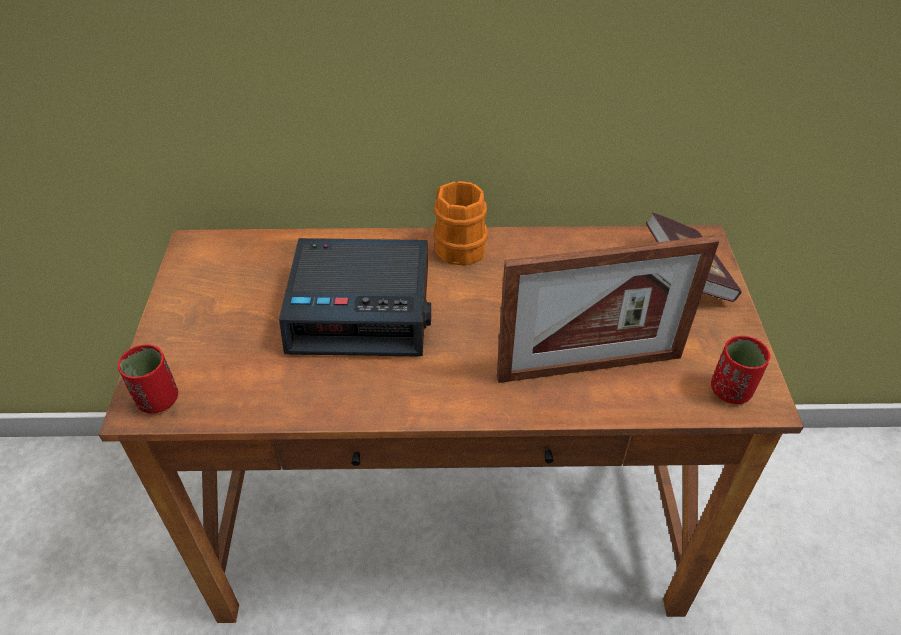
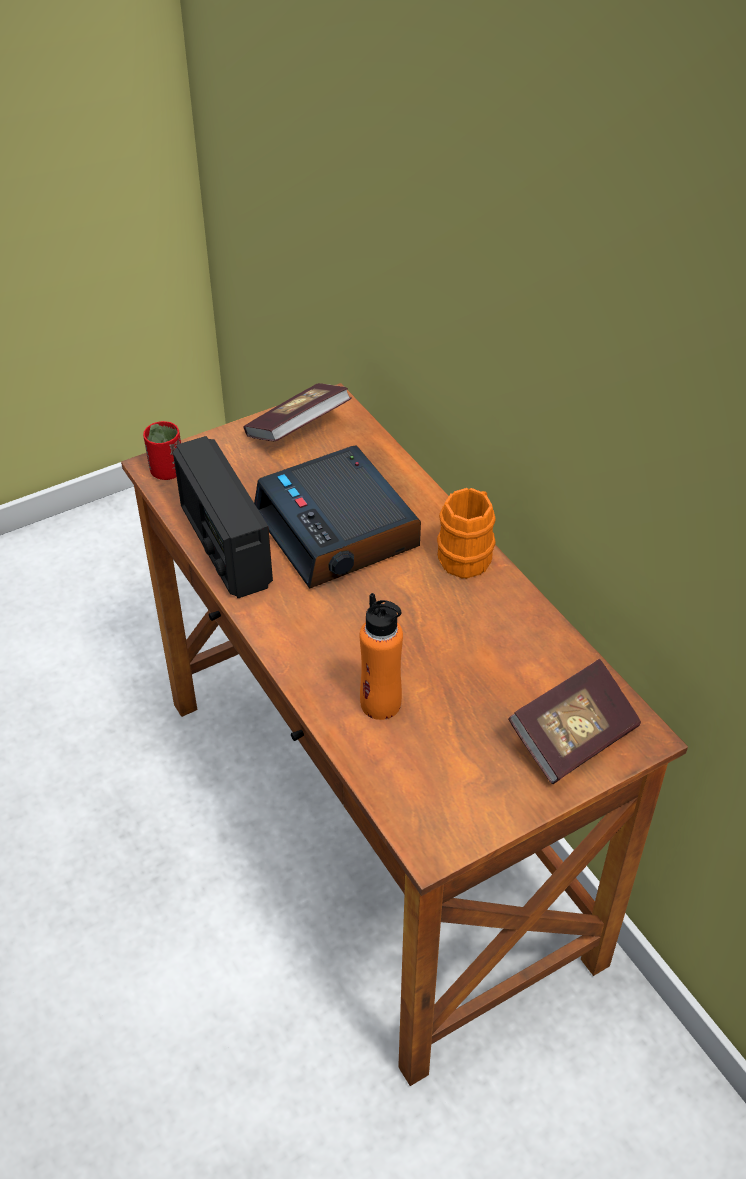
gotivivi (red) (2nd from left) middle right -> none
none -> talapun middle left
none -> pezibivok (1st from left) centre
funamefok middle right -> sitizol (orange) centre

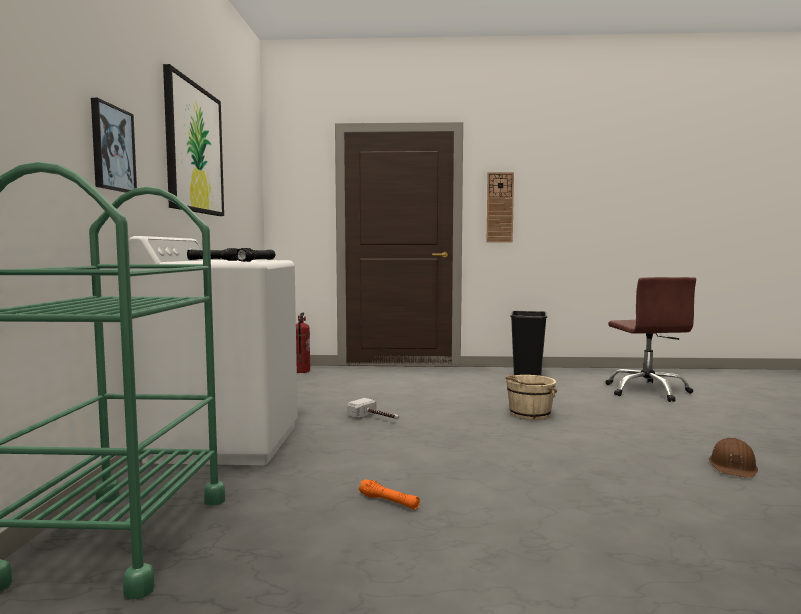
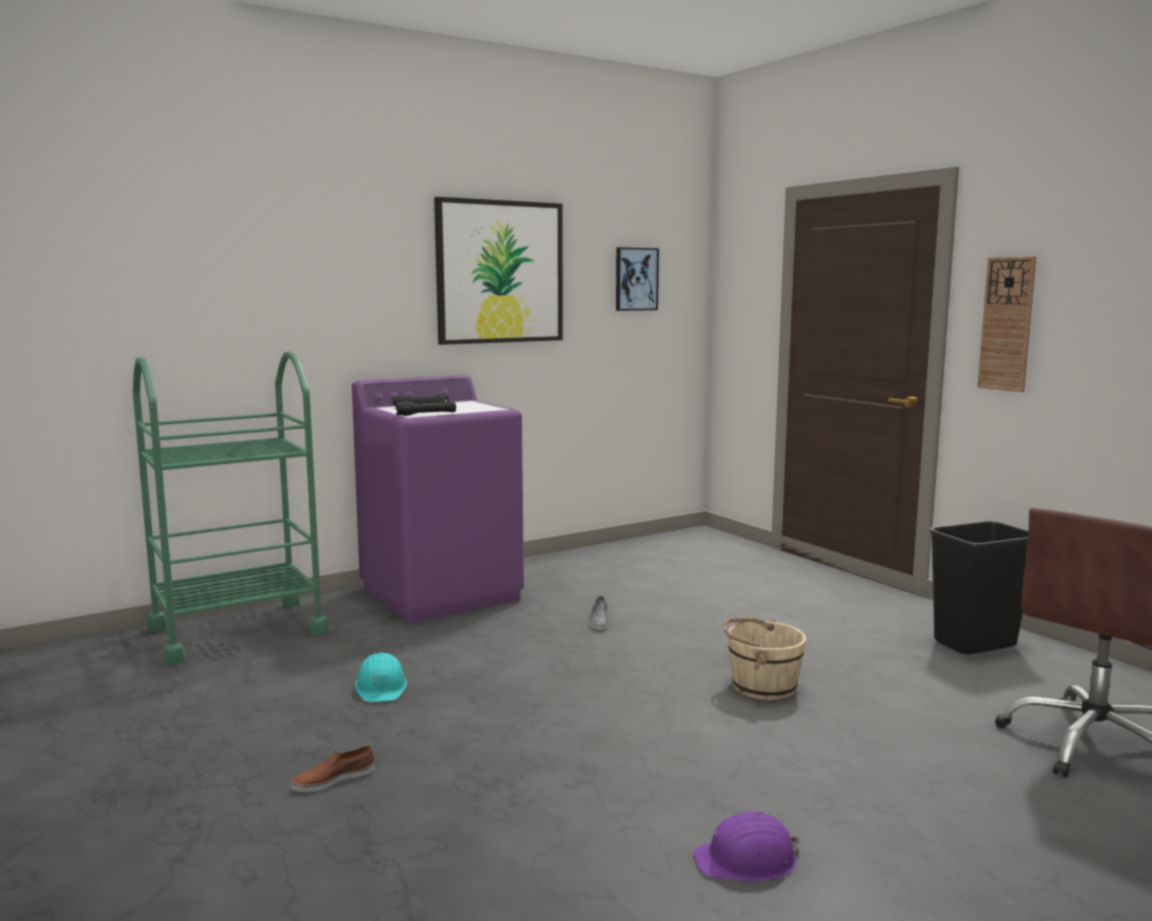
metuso centre -> none
none -> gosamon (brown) bottom left
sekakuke (1st from left in the first image) top left -> sekakuke (2nd from left) top centre, moved
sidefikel centre -> gosamon (grey) centre
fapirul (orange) bottom centre -> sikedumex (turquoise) bottom left
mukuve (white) middle left -> mukuve (purple) centre
sikedumex (brown) bottom right -> sikedumex (purple) bottom centre

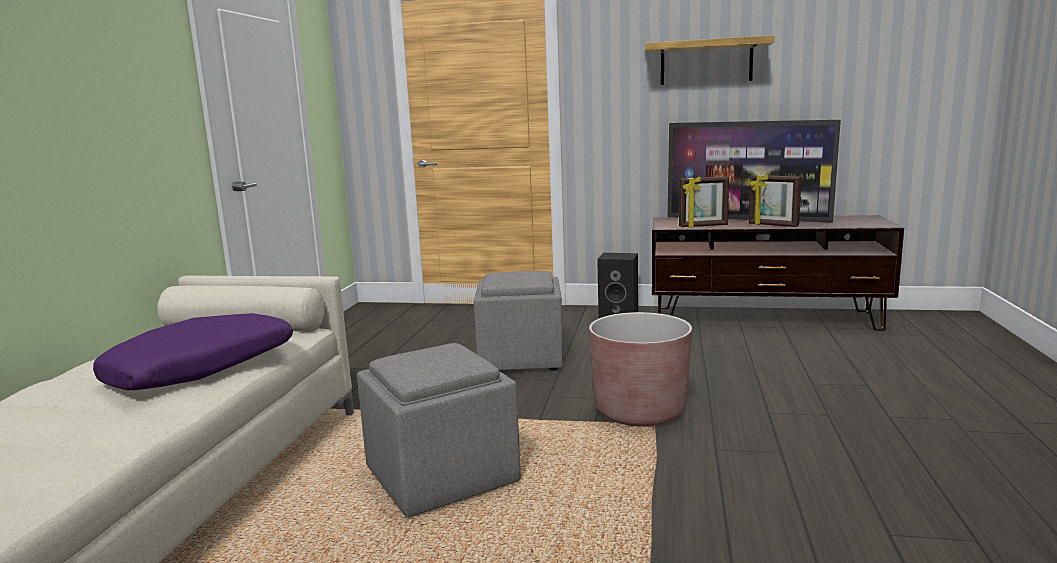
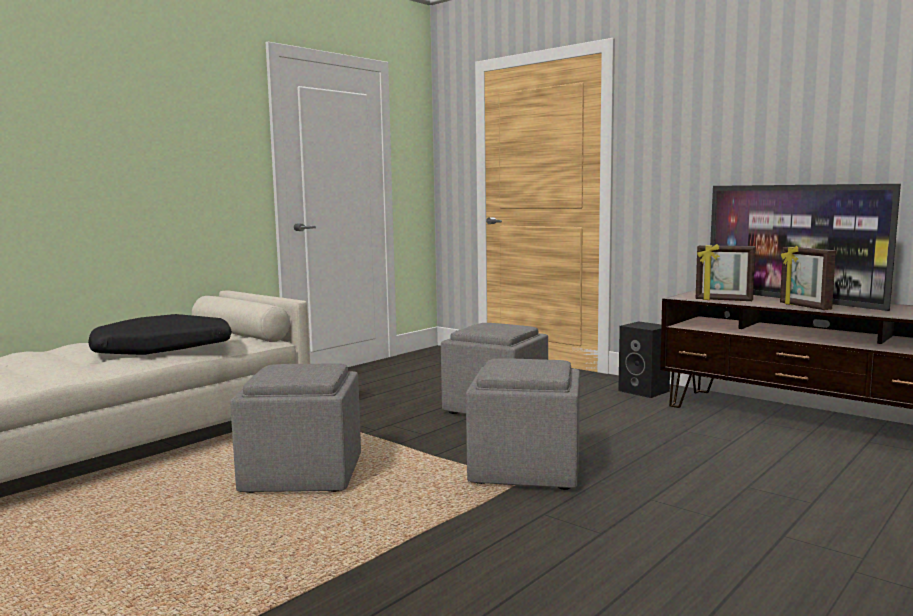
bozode top right -> none
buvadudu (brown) centre -> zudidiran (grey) (3rd from left) bottom centre
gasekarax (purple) middle left -> gasekarax (black) middle left

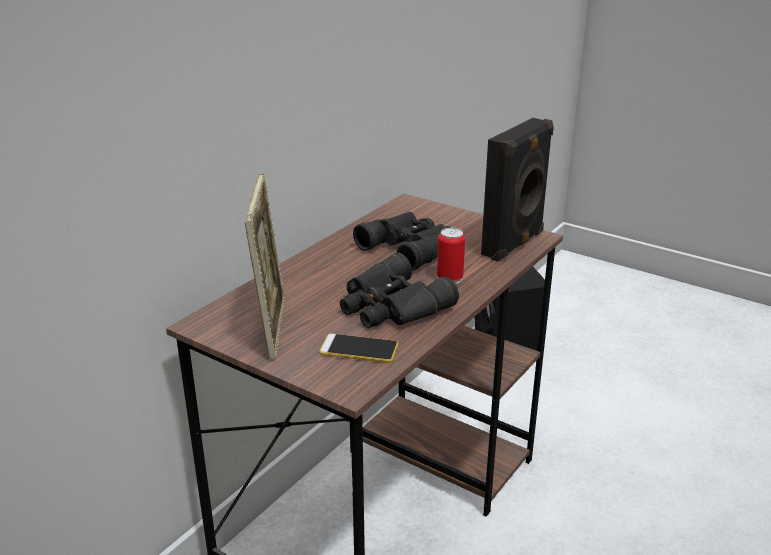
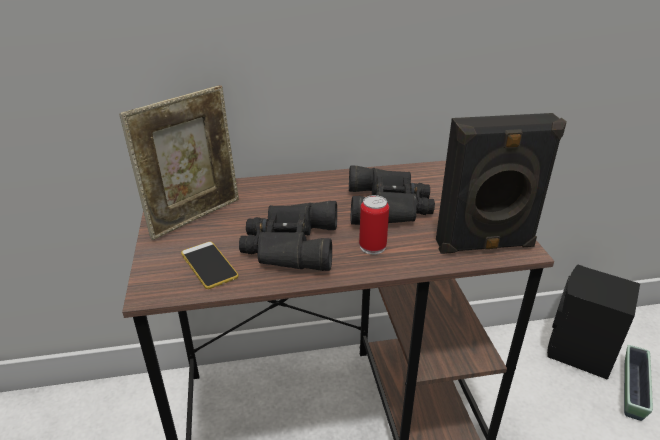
none -> buvadudu bottom right

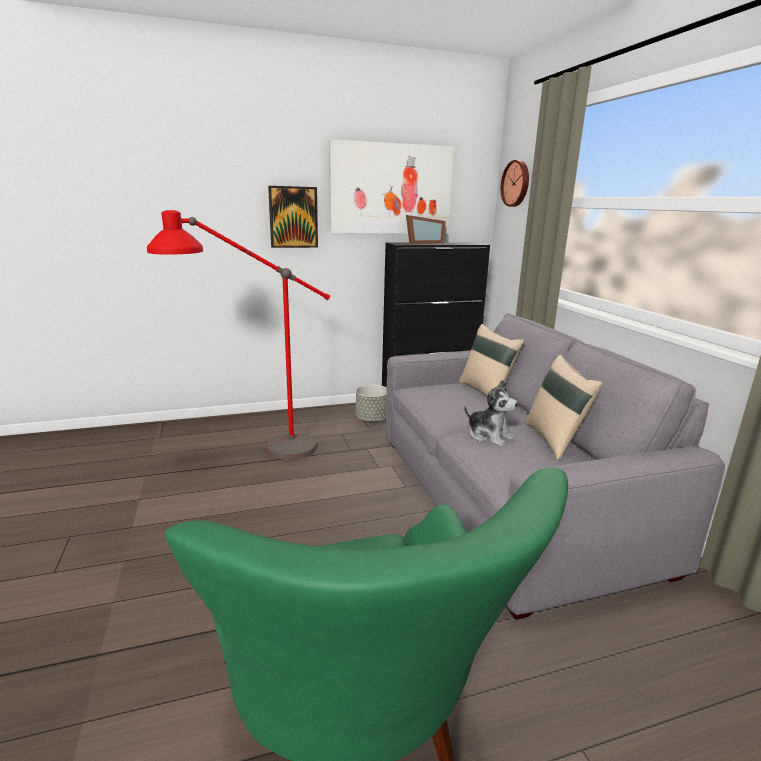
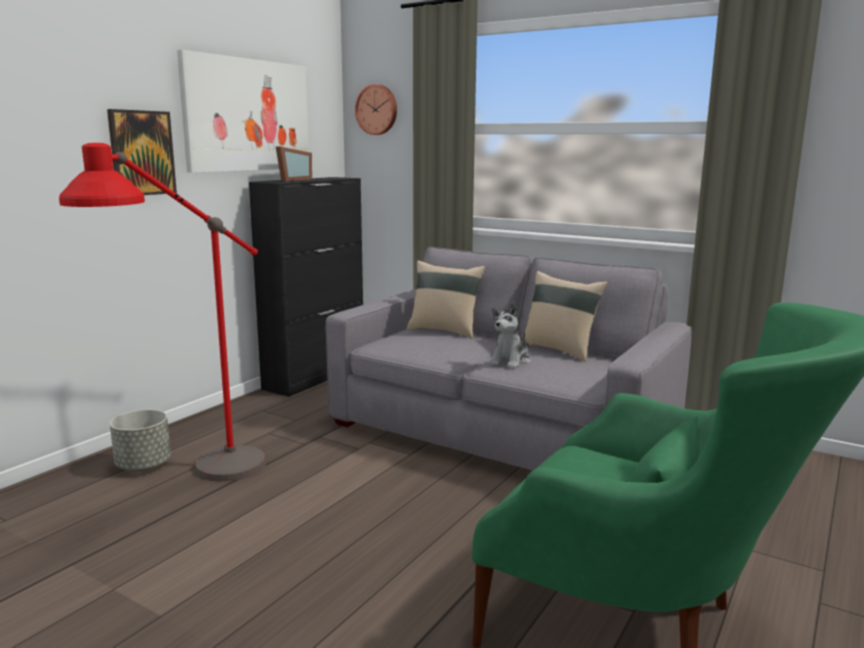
buvadudu (grey) centre -> buvadudu (grey) bottom left, moved
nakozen centre, 120 degrees clockwise

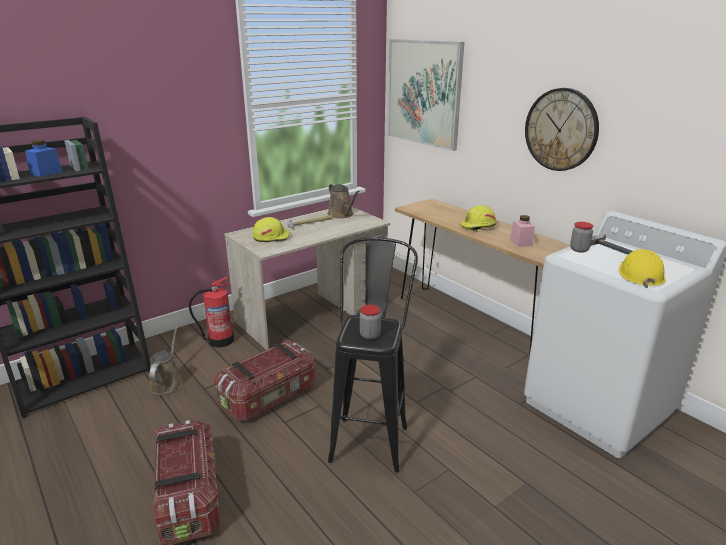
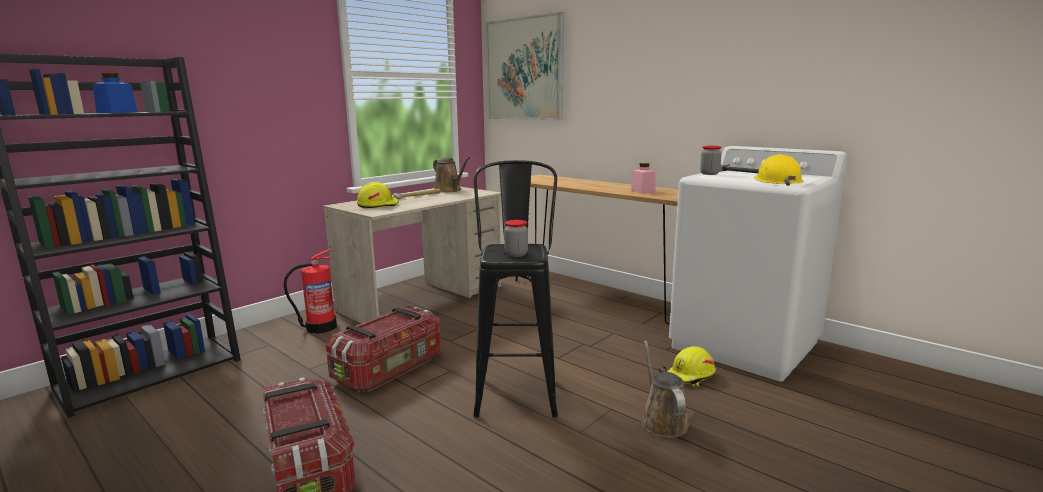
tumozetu top right -> none
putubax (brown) (1st from left in the first image) middle left -> putubax (brown) (2nd from left) bottom centre, moved
sikedumex (yellow) (2nd from left) centre -> sikedumex (yellow) (2nd from left) bottom centre, moved

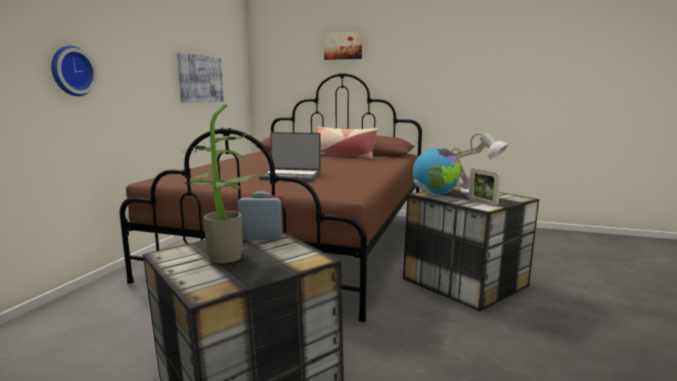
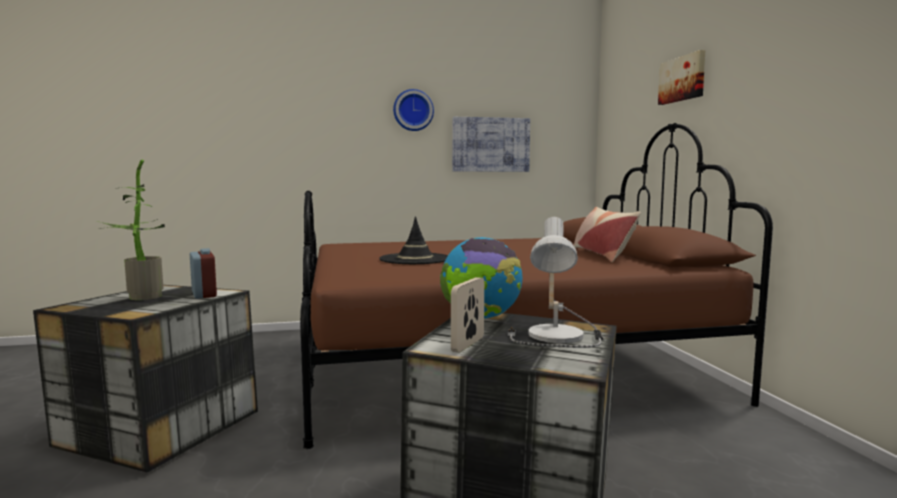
tumozetu top left -> tumozetu top centre, moved
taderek centre -> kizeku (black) centre

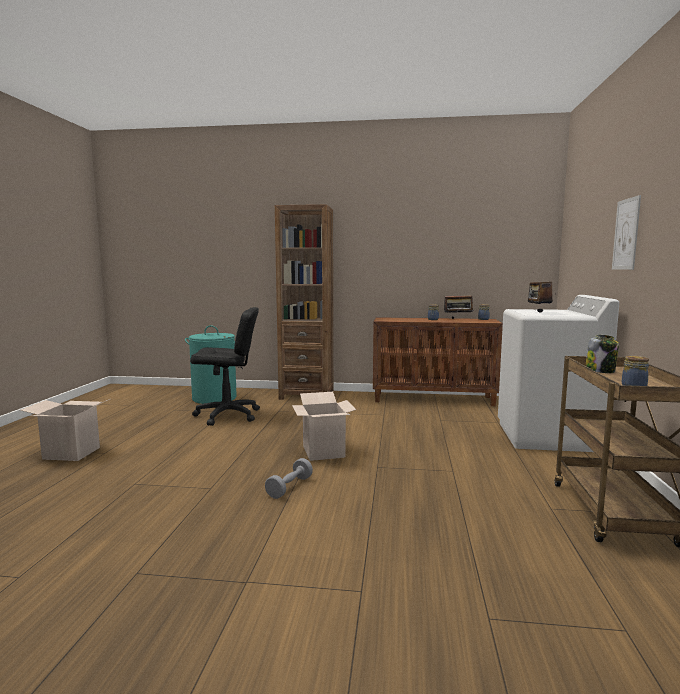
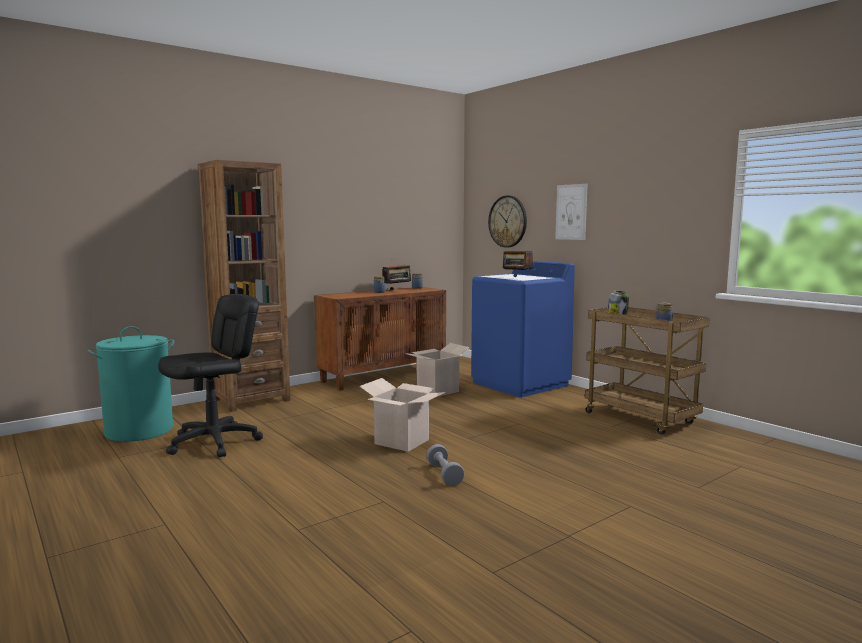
none -> tumozetu centre
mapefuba (1st from left in the first image) middle left -> mapefuba (2nd from left) centre, moved
mukuve (white) middle right -> mukuve (blue) centre

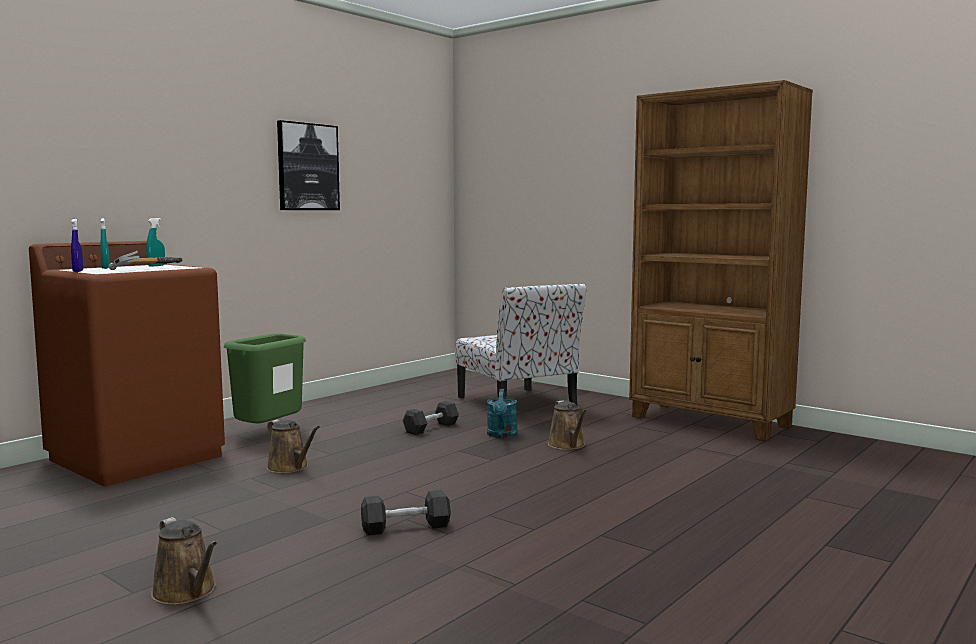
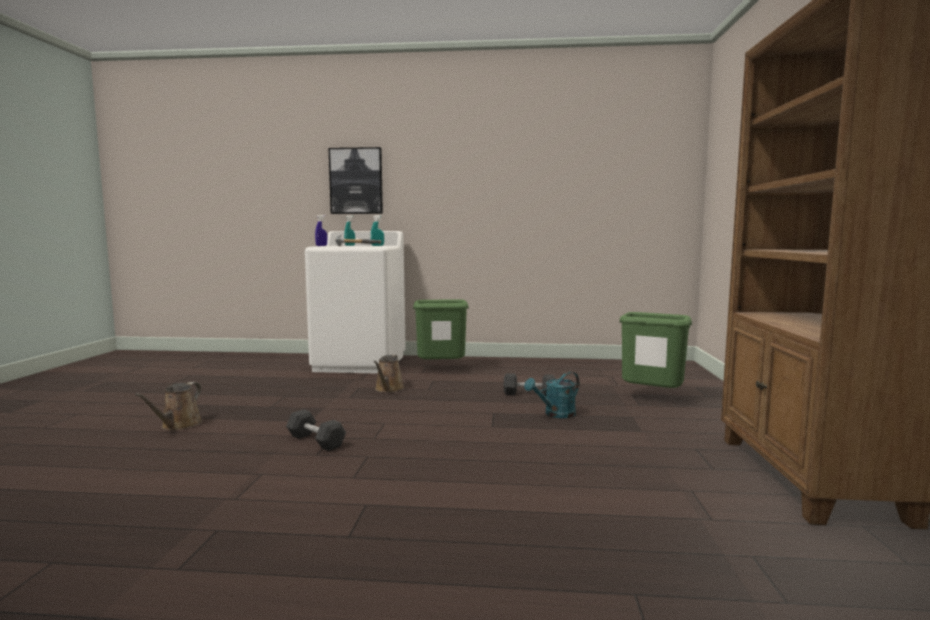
putubax (brown) (3rd from left) centre -> none
sekakuke top left -> sekakuke top centre, moved
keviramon centre -> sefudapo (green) (2nd from left) middle right
mukuve (brown) middle left -> mukuve (white) centre

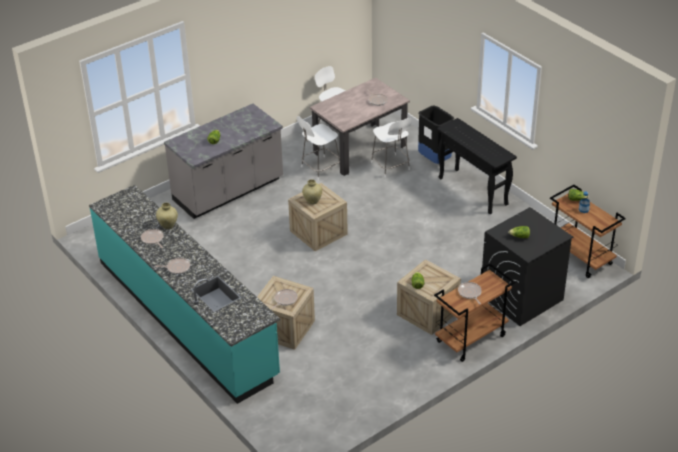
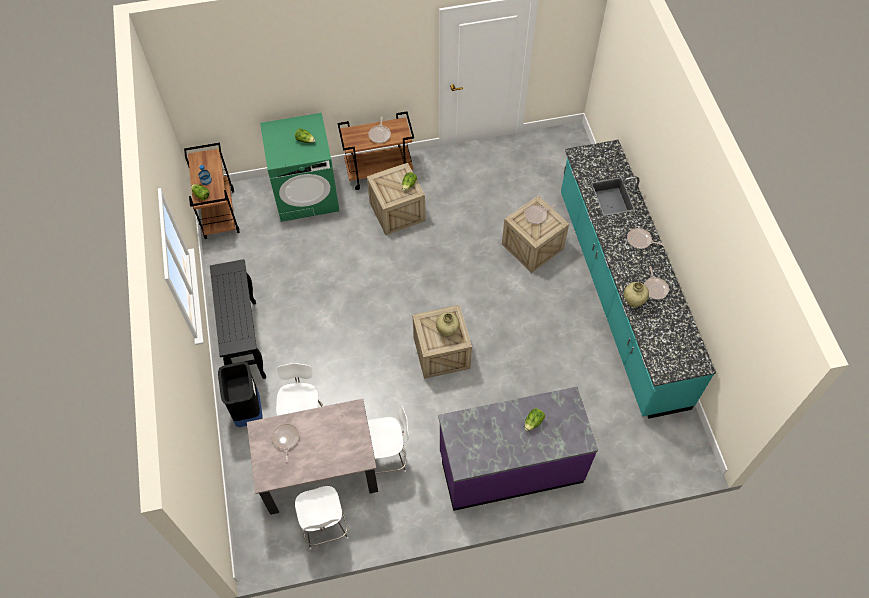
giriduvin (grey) middle left -> giriduvin (purple) bottom centre
mukuve (black) middle right -> mukuve (green) top centre

